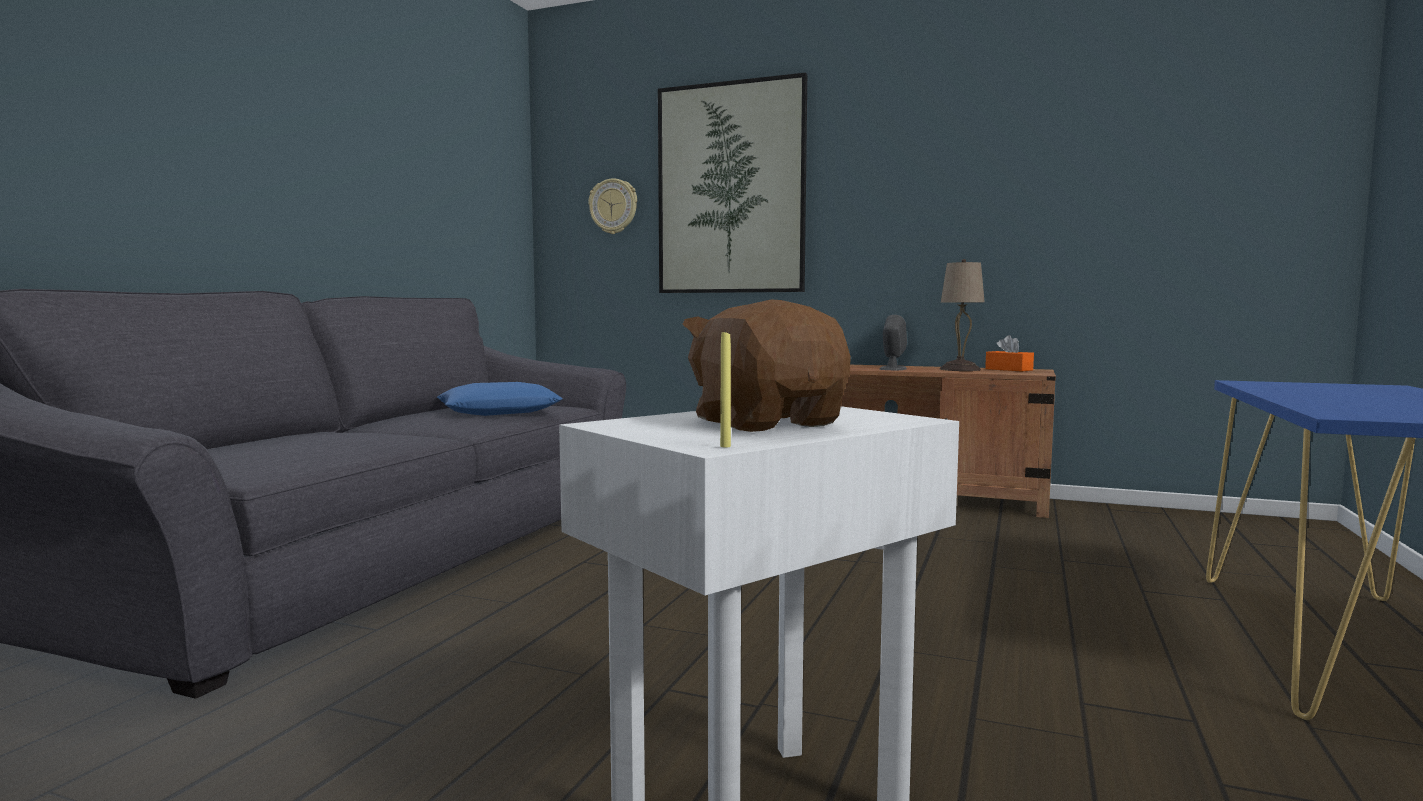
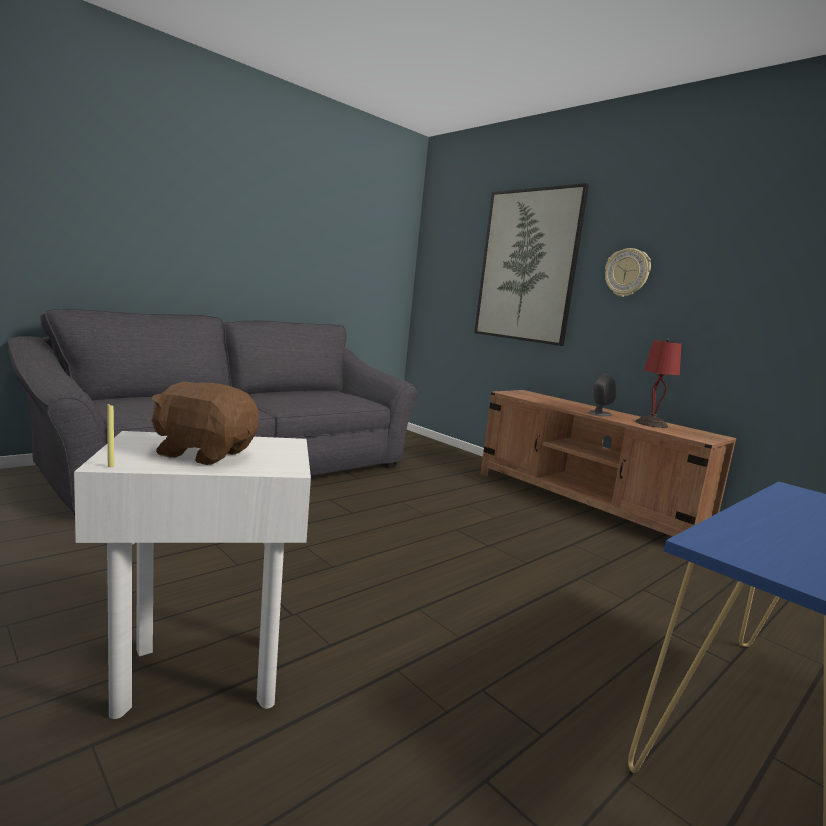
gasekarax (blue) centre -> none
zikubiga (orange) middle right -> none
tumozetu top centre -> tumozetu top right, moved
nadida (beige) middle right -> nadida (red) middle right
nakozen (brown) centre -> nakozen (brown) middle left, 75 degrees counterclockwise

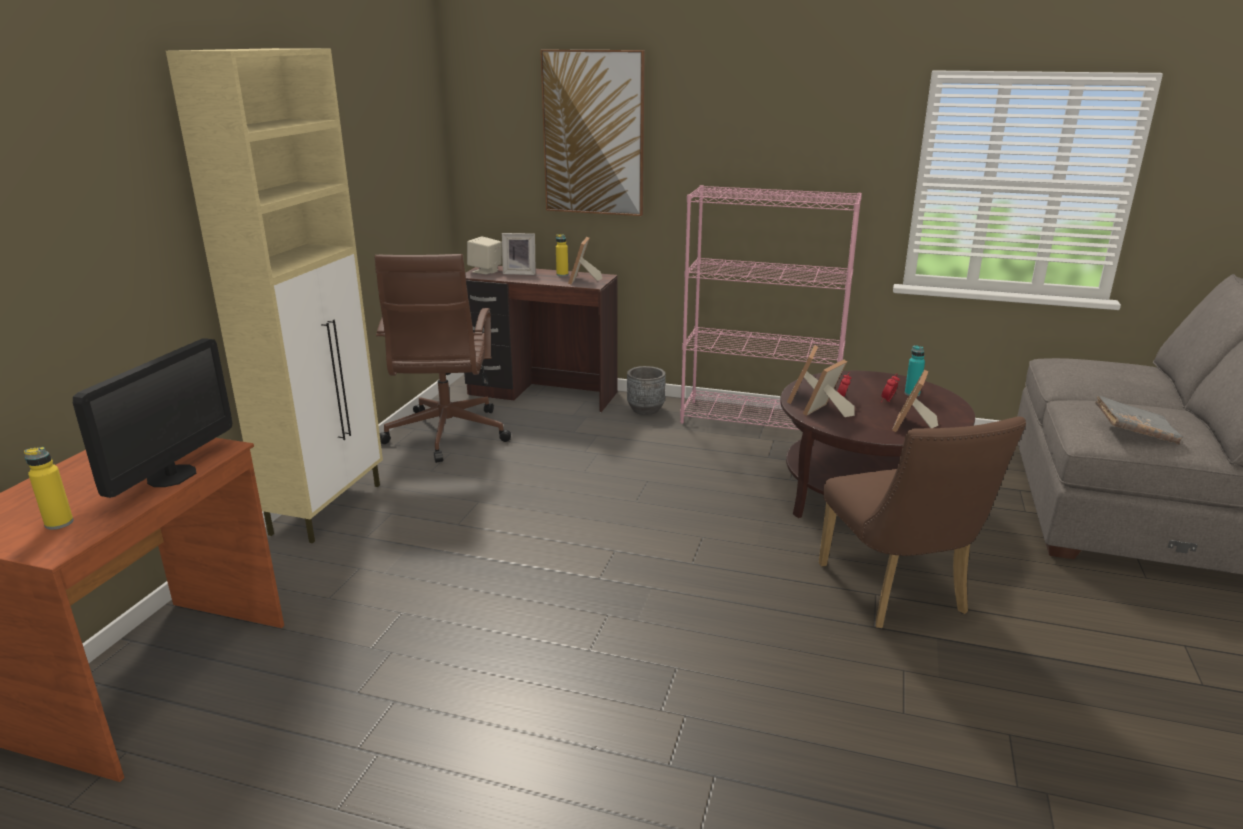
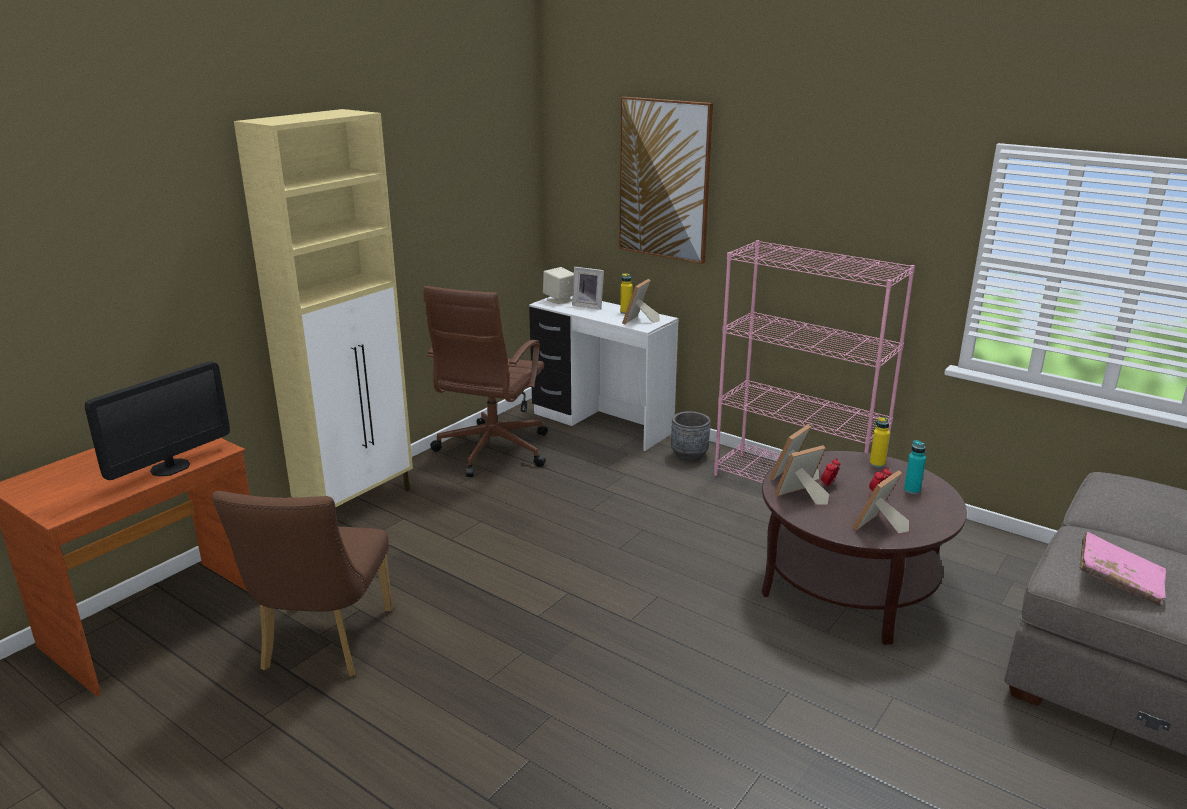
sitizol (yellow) (1st from left in the first image) middle left -> sitizol (yellow) (2nd from left) middle right, moved
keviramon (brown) middle right -> keviramon (brown) bottom left, moved
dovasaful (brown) (2nd from left) centre -> dovasaful (white) centre
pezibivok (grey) middle right -> pezibivok (pink) bottom right

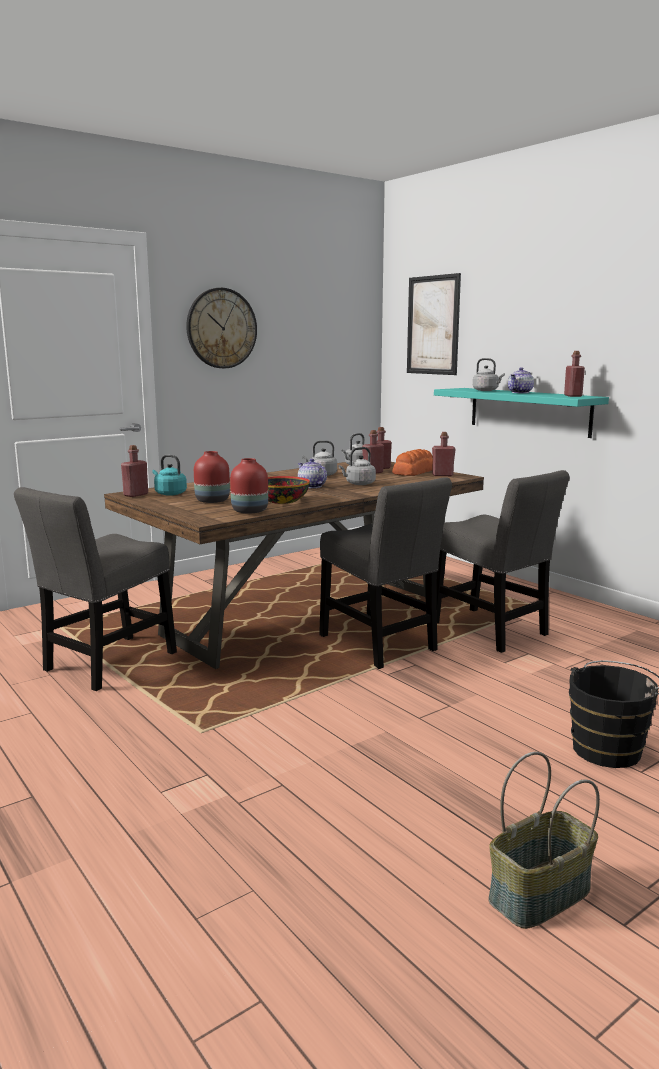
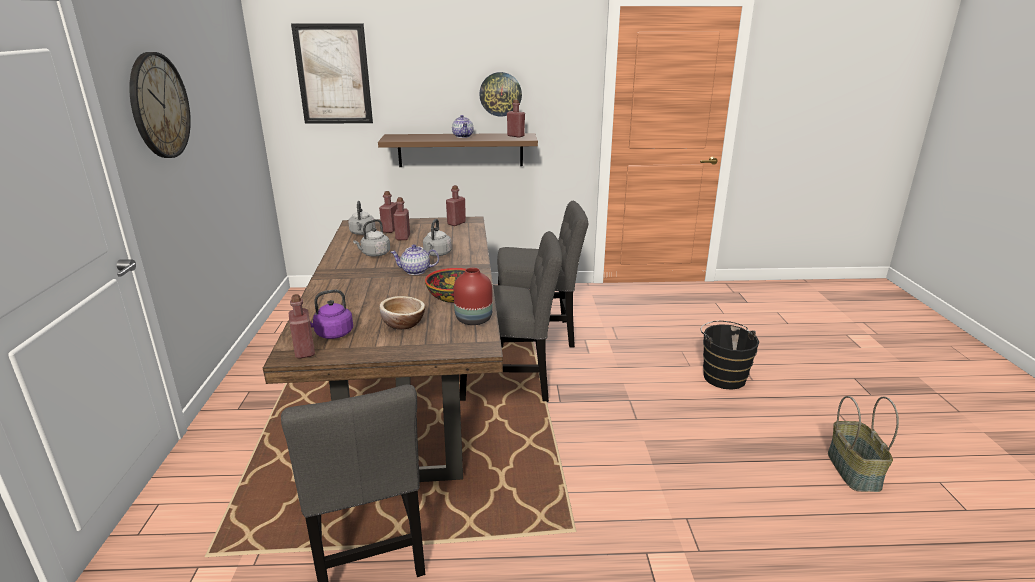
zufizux centre -> none
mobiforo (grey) (4th from left) middle right -> none
none -> tumozetu (2nd from left) top centre
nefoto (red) (1st from left) middle left -> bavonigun (1st from left) centre
mobiforo (turquoise) middle left -> mobiforo (purple) middle left
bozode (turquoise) middle right -> bozode (brown) top centre

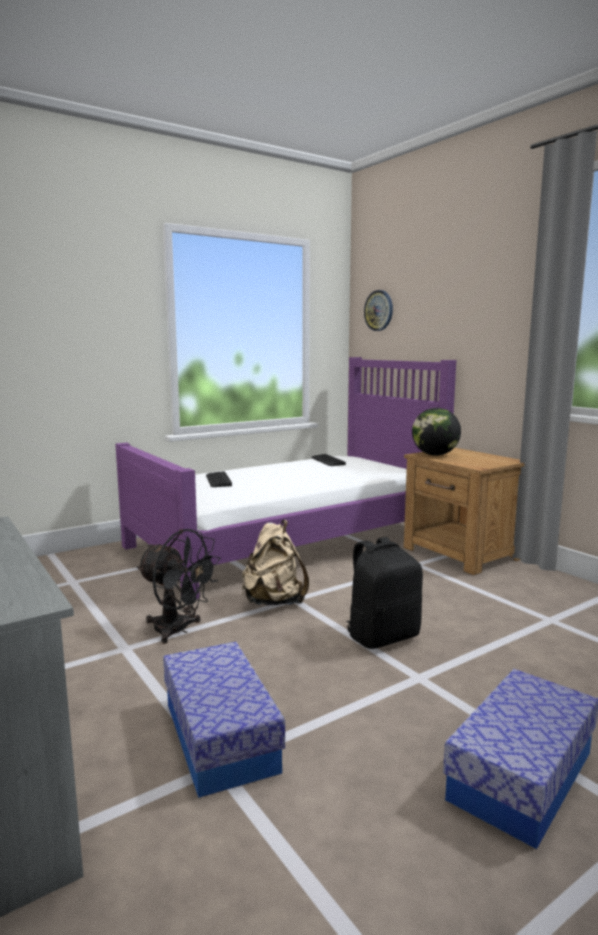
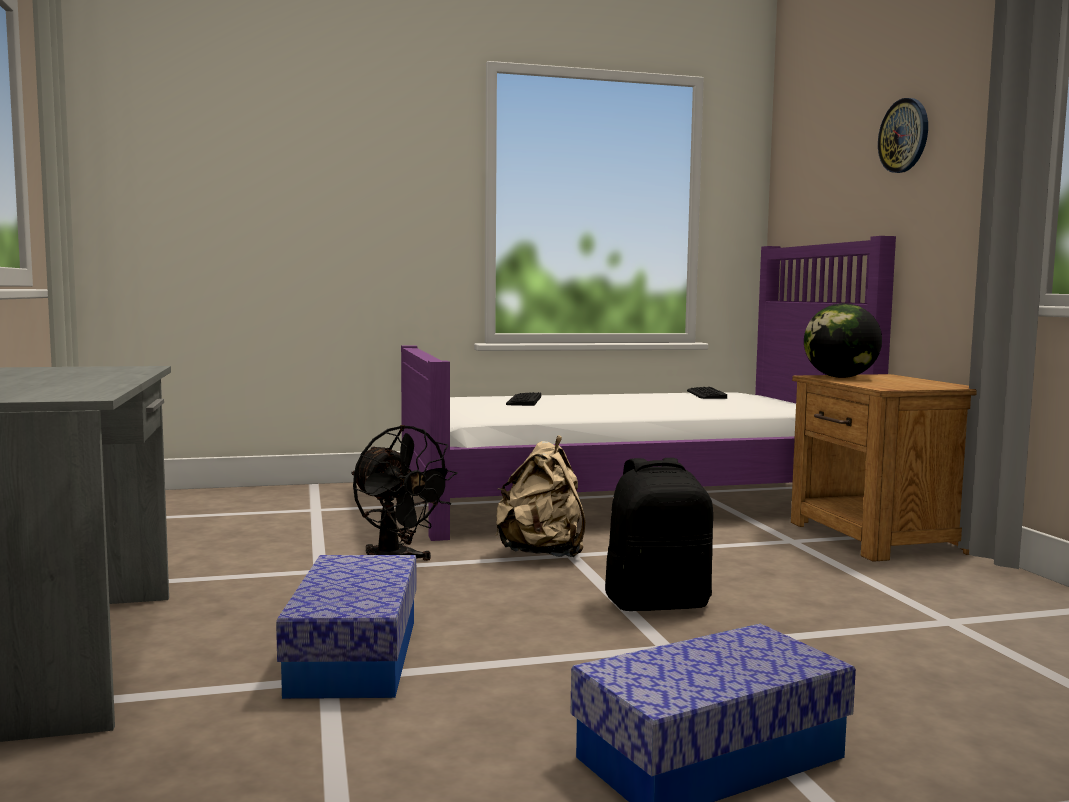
tumozetu top centre -> tumozetu top right, moved

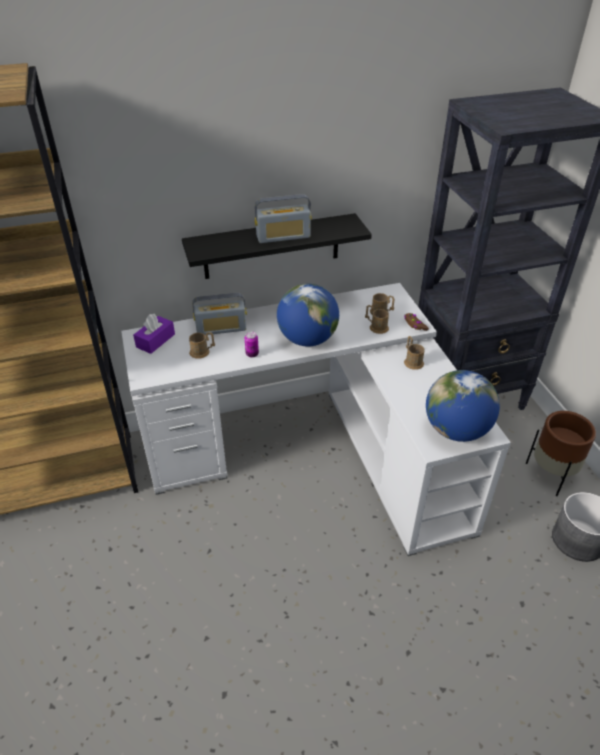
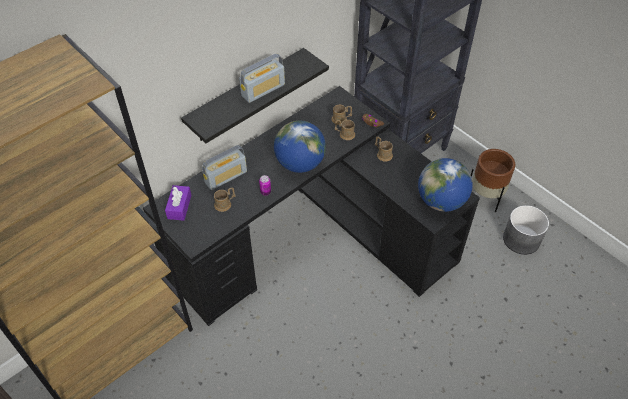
dovasaful (white) centre -> dovasaful (black) centre

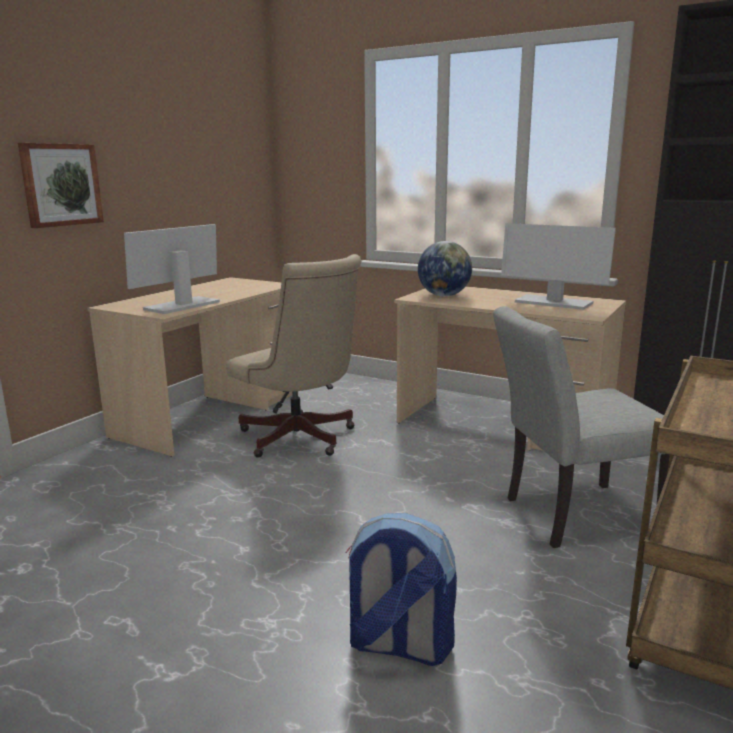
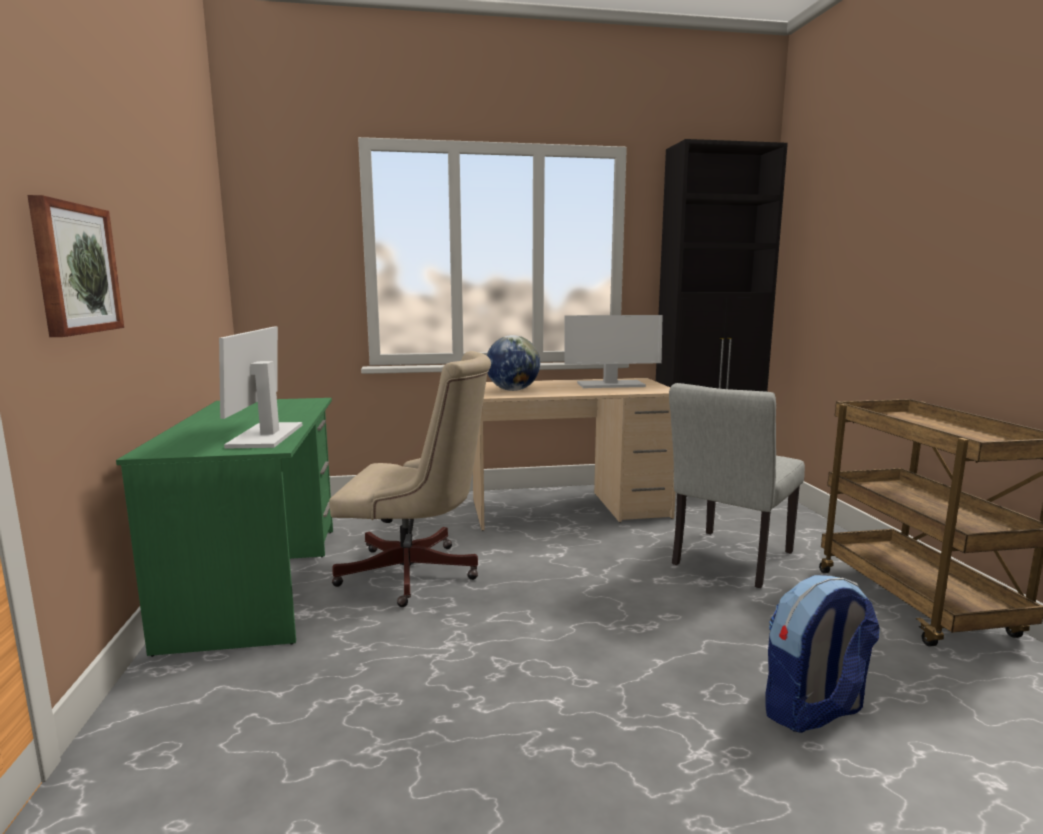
dovasaful (beige) (1st from left) middle left -> dovasaful (green) middle left

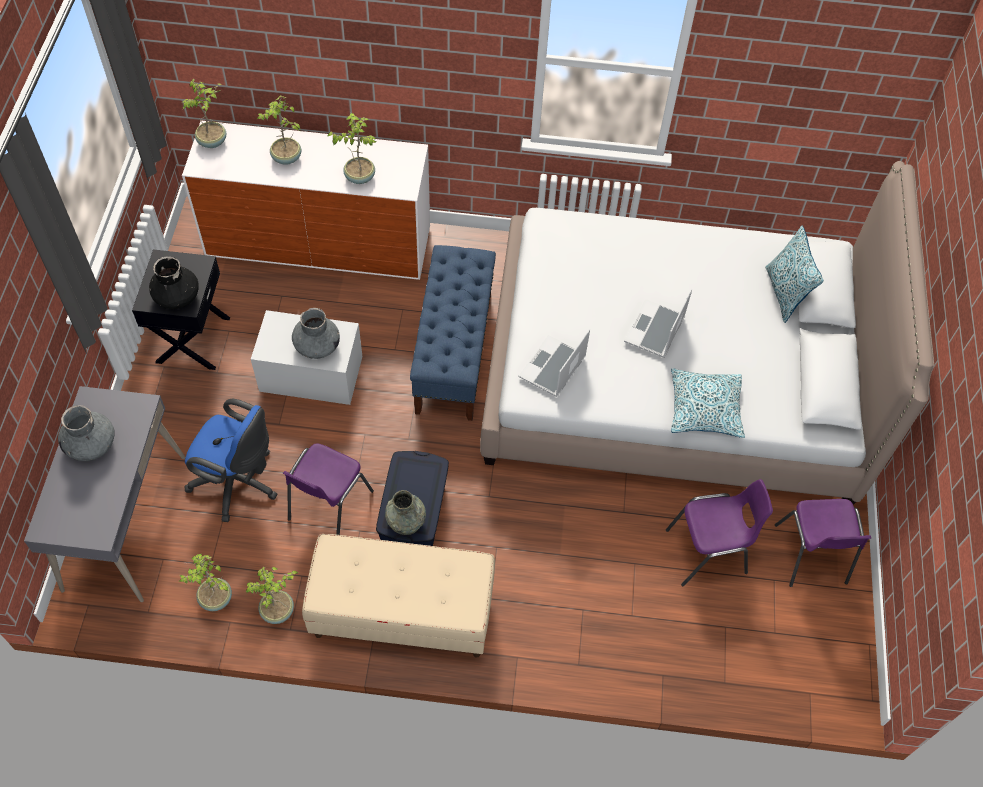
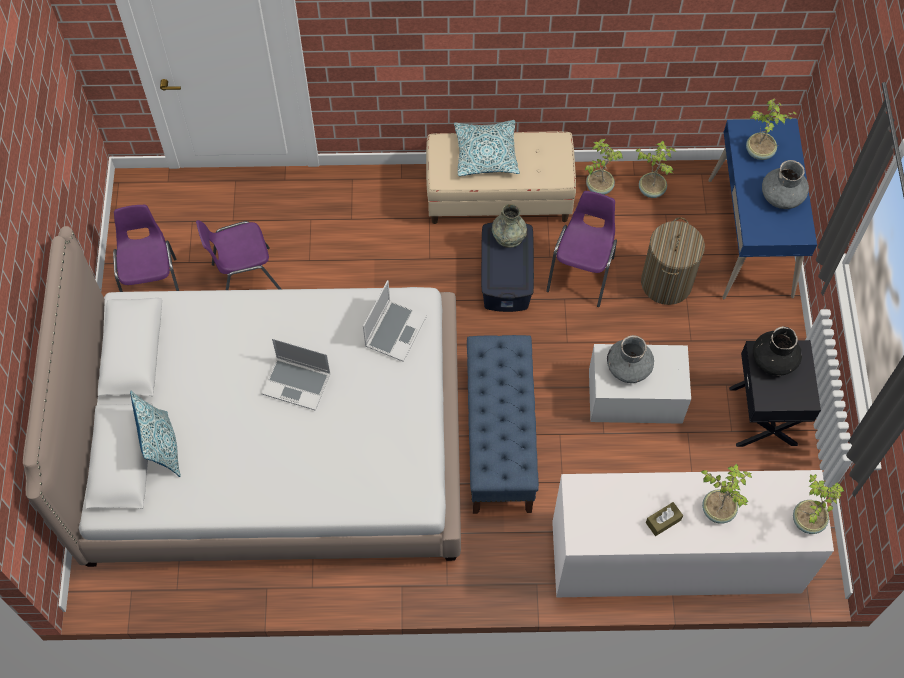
none -> zikubiga (brown) bottom right
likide (5th from left in the first image) top centre -> likide (4th from left) top right, moved
gasekarax (1st from left in the first image) middle right -> gasekarax (2nd from left) top centre, moved
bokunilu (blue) middle left -> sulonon middle right
dovasaful (grey) middle left -> dovasaful (blue) top right
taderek (2nd from left in the first image) middle right -> taderek (1st from left) middle left, 90 degrees clockwise

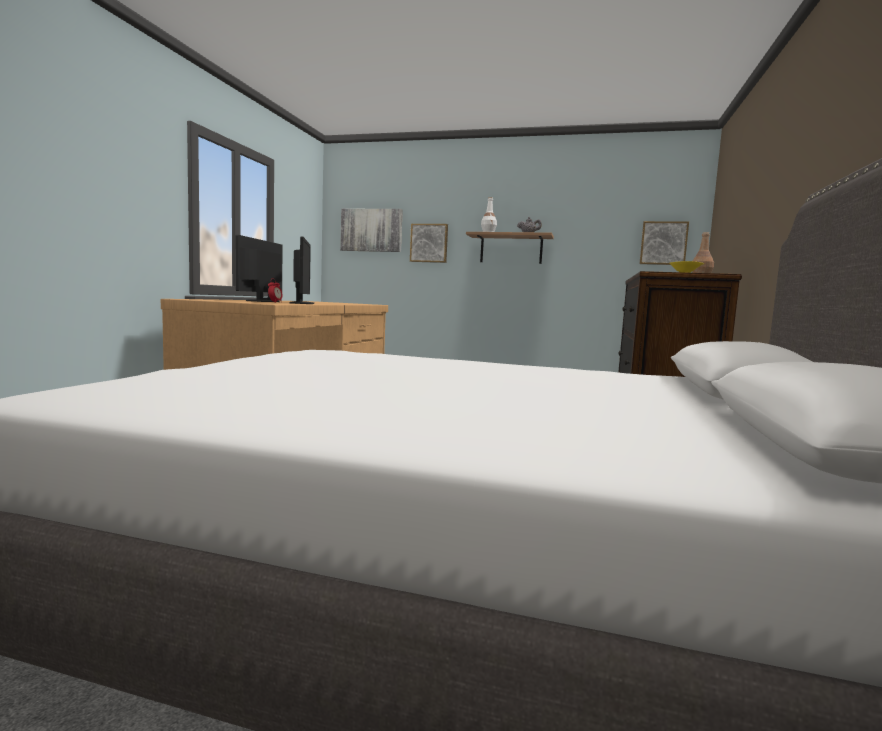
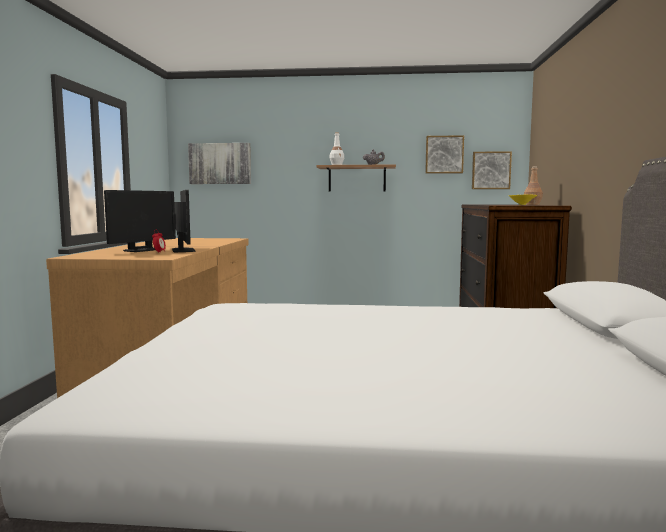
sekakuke (2nd from left) top centre -> sekakuke (2nd from left) top right, moved
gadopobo (1st from left) middle left, 150 degrees counterclockwise

